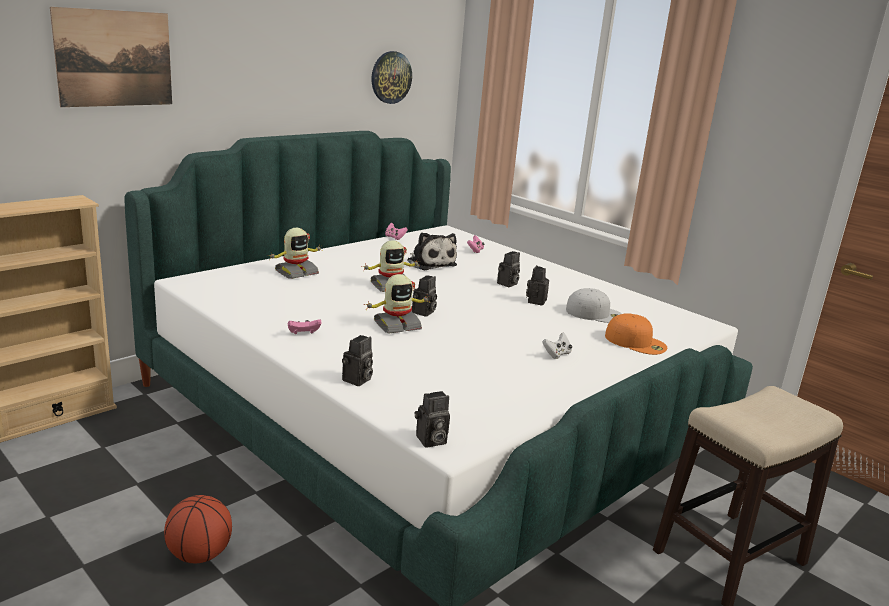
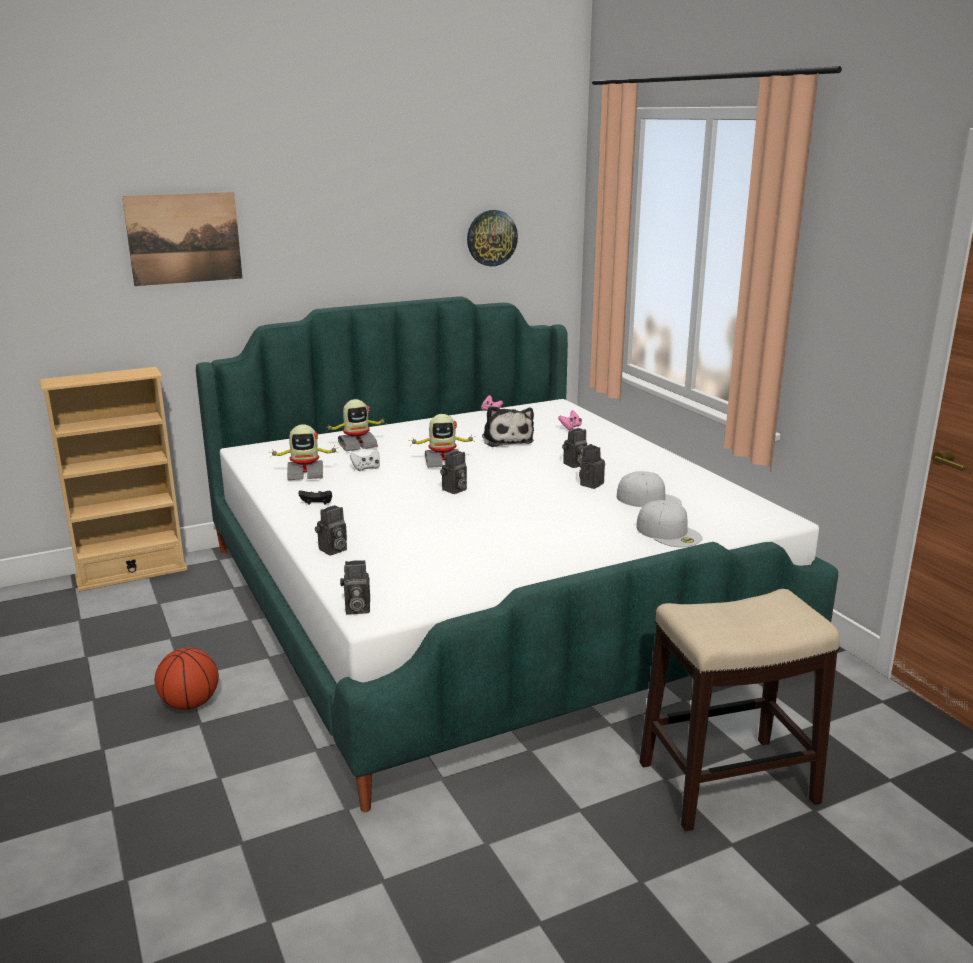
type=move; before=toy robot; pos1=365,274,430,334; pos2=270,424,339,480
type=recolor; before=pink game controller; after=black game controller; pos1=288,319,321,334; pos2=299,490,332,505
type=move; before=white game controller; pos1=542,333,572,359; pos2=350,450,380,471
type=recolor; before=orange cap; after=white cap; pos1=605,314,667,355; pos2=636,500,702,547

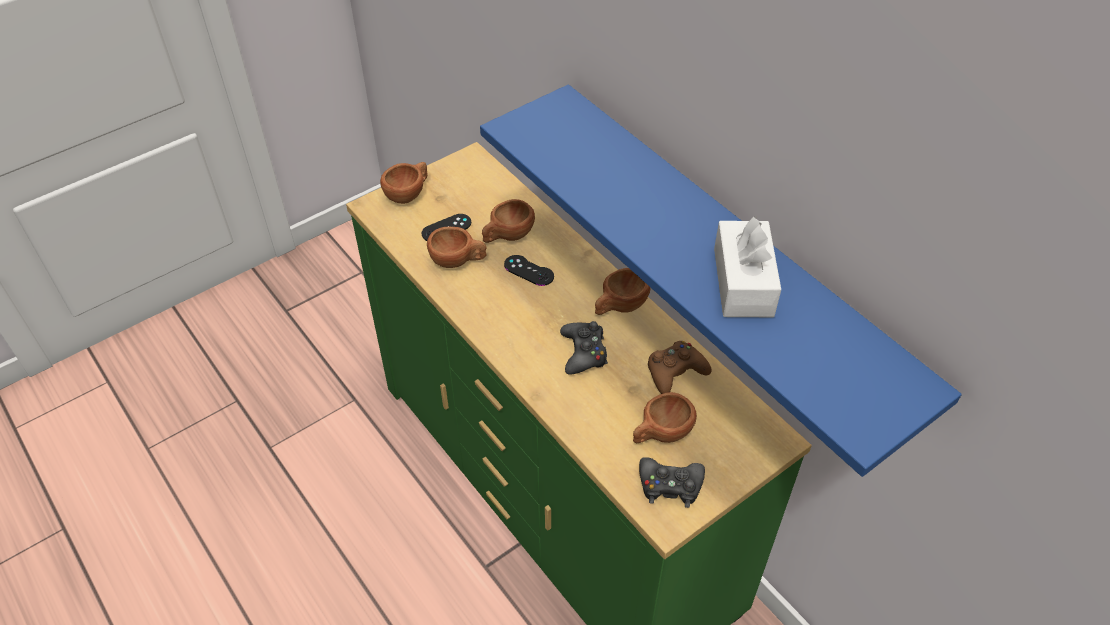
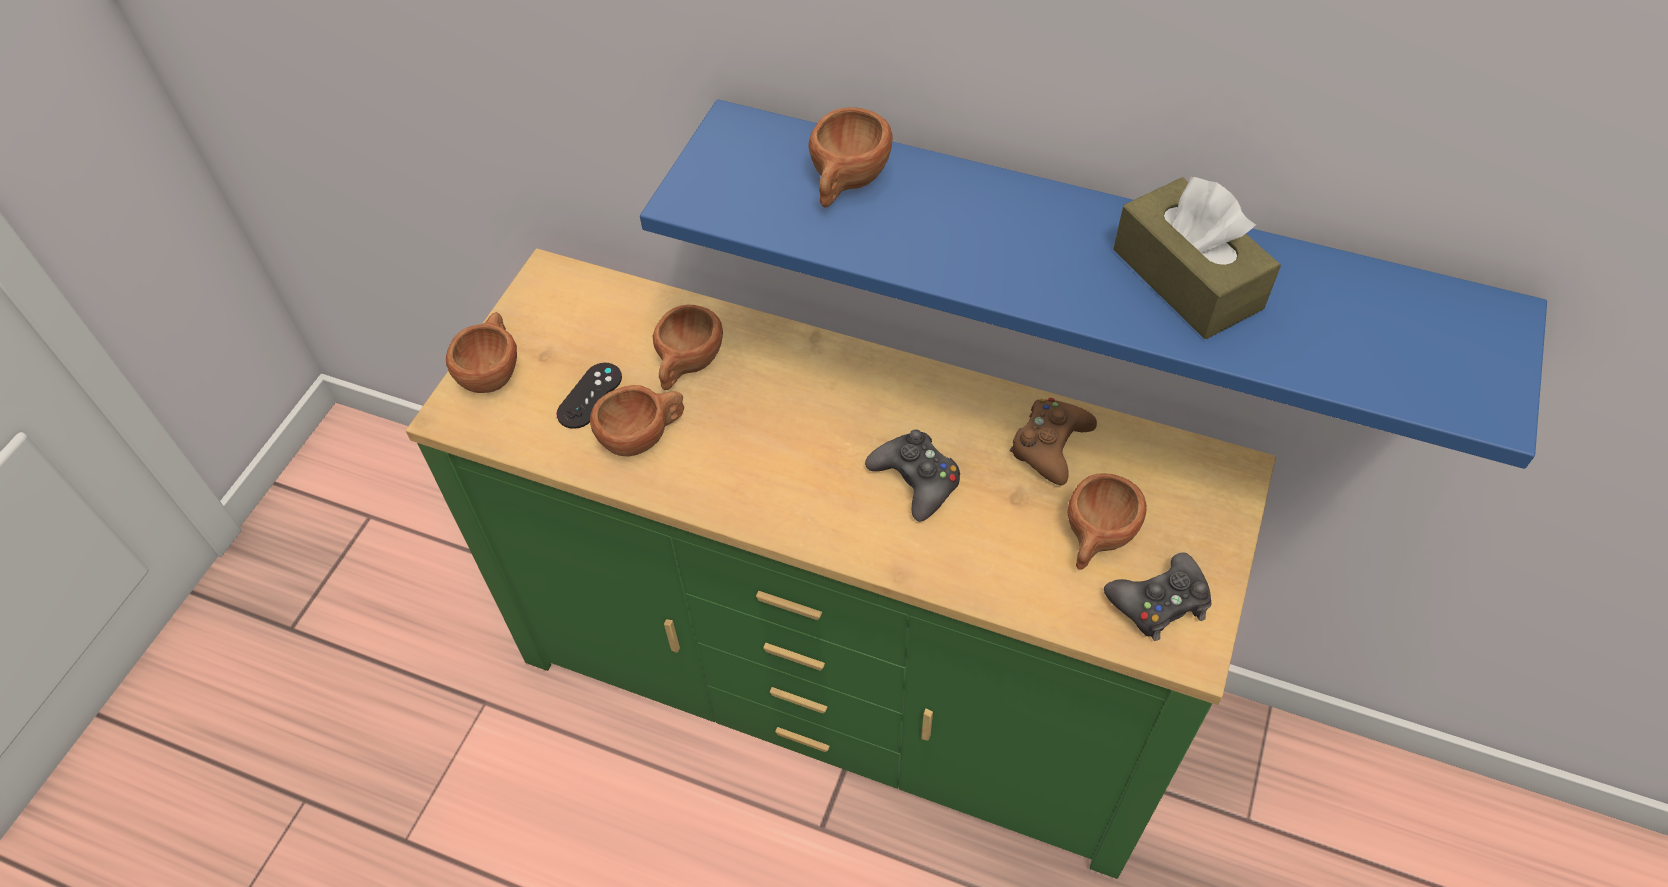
type=move; before=brown cup; pos1=595,268,651,315; pos2=808,108,892,207
type=recolor; before=white tissue box; after=brown tissue box; pos1=714,217,781,317; pos2=1113,175,1281,339
type=delete; before=black game controller; pos1=504,255,554,286

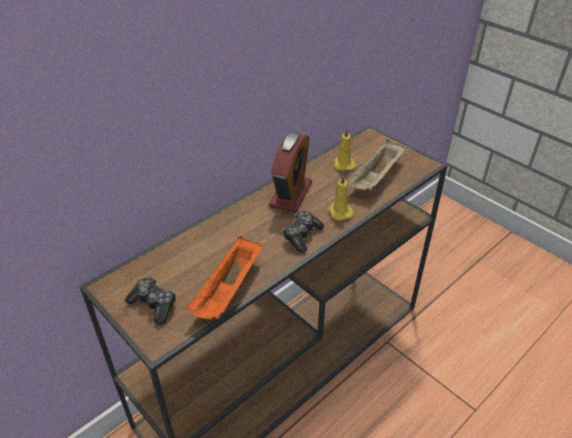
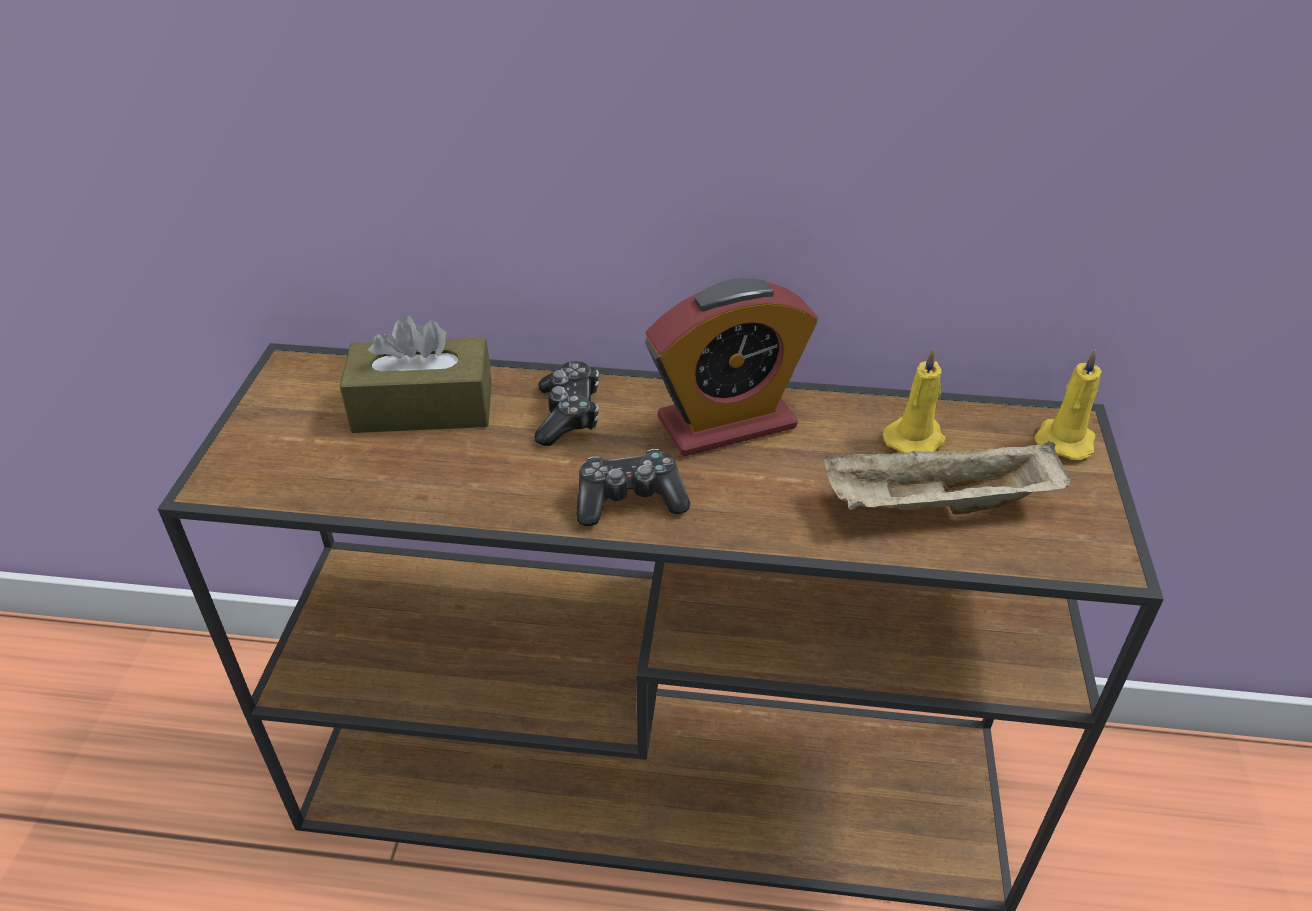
type=insert; after=brown tissue box; pos2=340,315,492,433
type=move; before=game controller; pos1=125,277,176,325; pos2=534,361,599,446
type=move; before=yellow candle; pos1=328,174,354,221; pos2=1035,349,1102,460
type=delete; before=orange tray; pos1=186,236,262,319

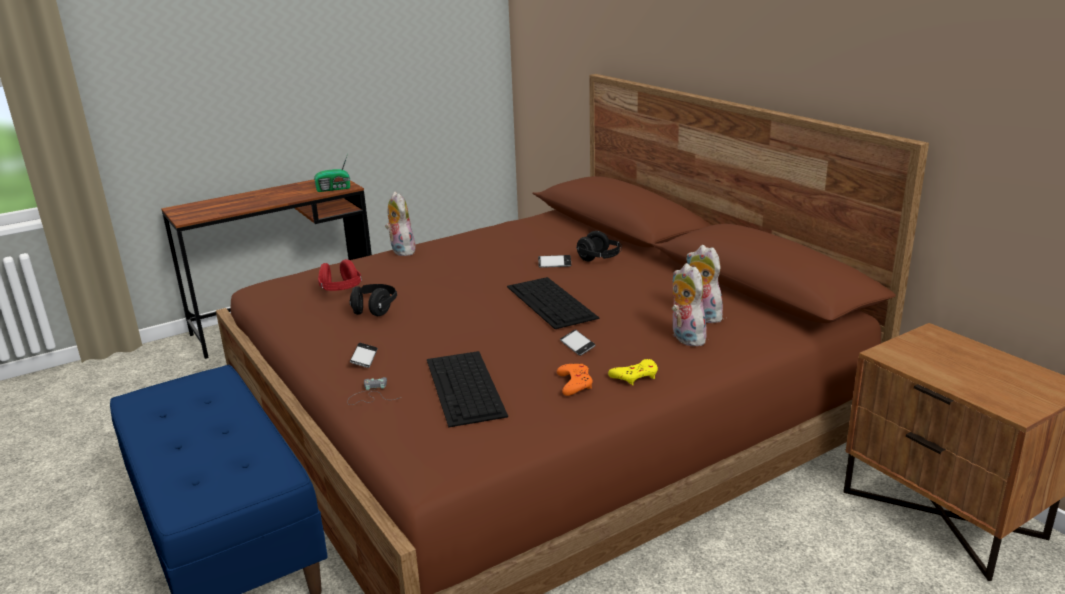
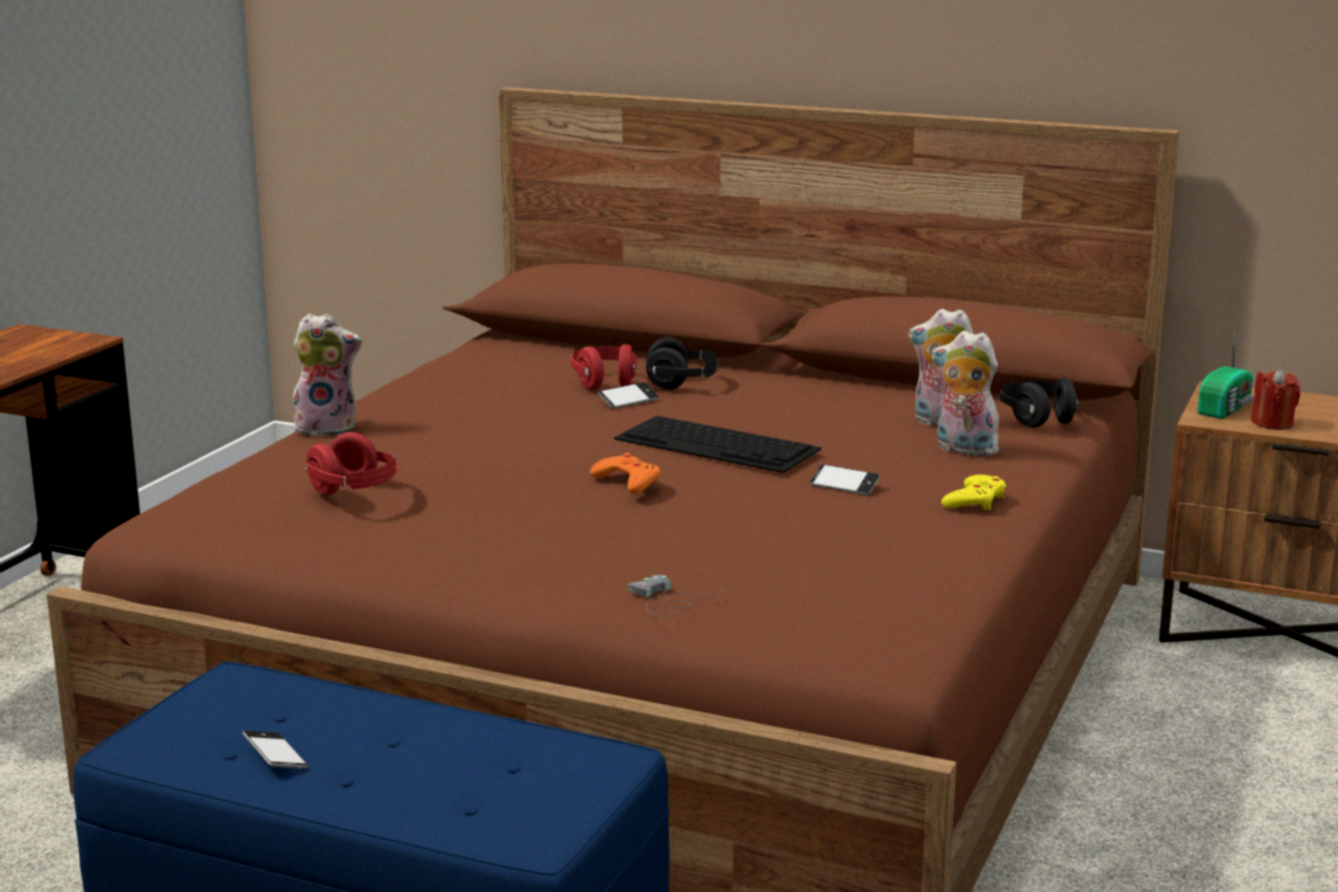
type=move; before=phone; pos1=350,343,378,368; pos2=242,730,308,769
type=rotate; before=plush toy; pos1=385,191,416,256; pos2=293,314,362,436; turn=150
type=insert; after=red headphones; pos2=570,344,637,390
type=move; before=orange game controller; pos1=557,364,593,396; pos2=590,453,661,494
type=move; before=black headphones; pos1=349,284,397,316; pos2=999,378,1079,428
type=move; before=radio; pos1=314,154,350,192; pos2=1198,330,1254,419
type=insert; after=red candle; pos2=1251,368,1300,430
type=delete; before=keyboard; pos1=427,351,508,428

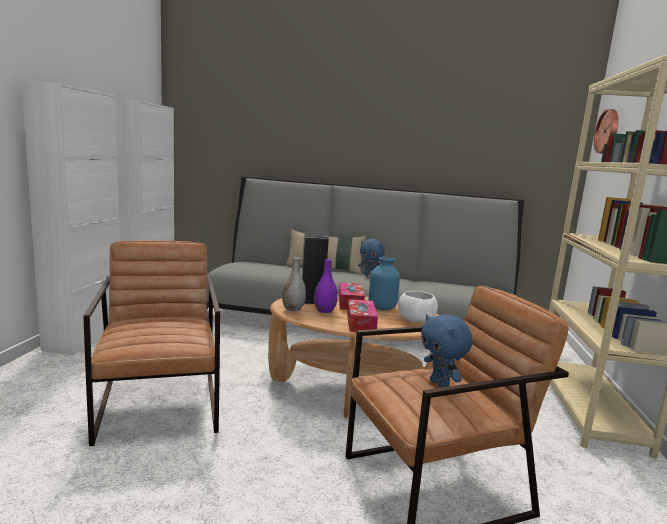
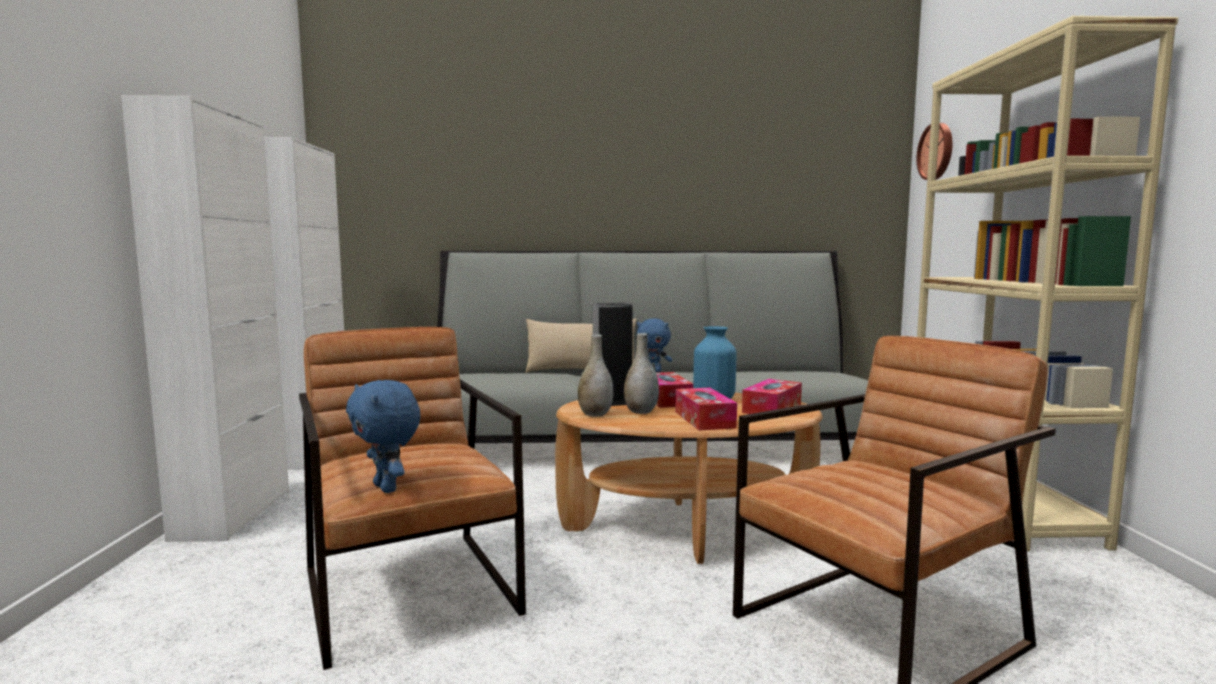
type=move; before=blue plush toy; pos1=421,314,473,388; pos2=346,380,420,493
type=recolor; before=purple vase; after=grey vase; pos1=314,259,338,313; pos2=624,333,659,414
type=replace; before=white bowl; after=tissue box; pos1=398,291,438,322; pos2=742,379,802,414

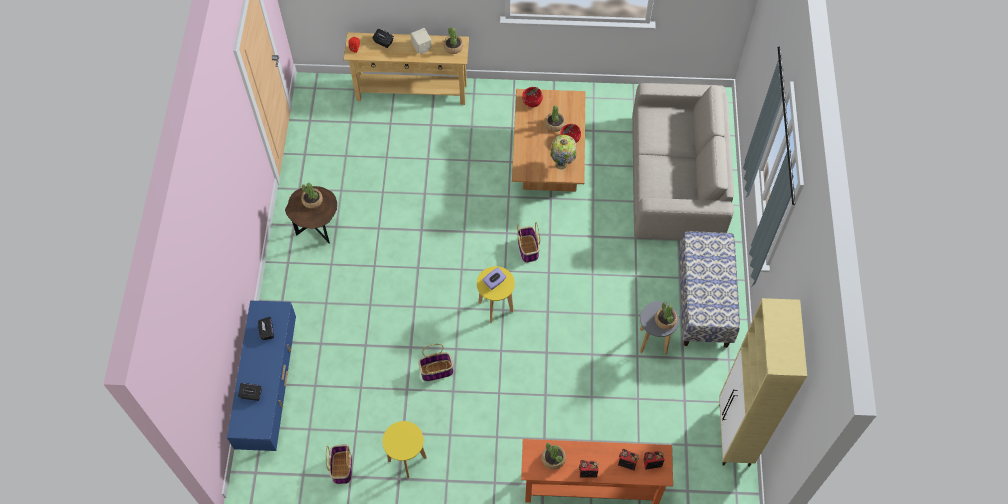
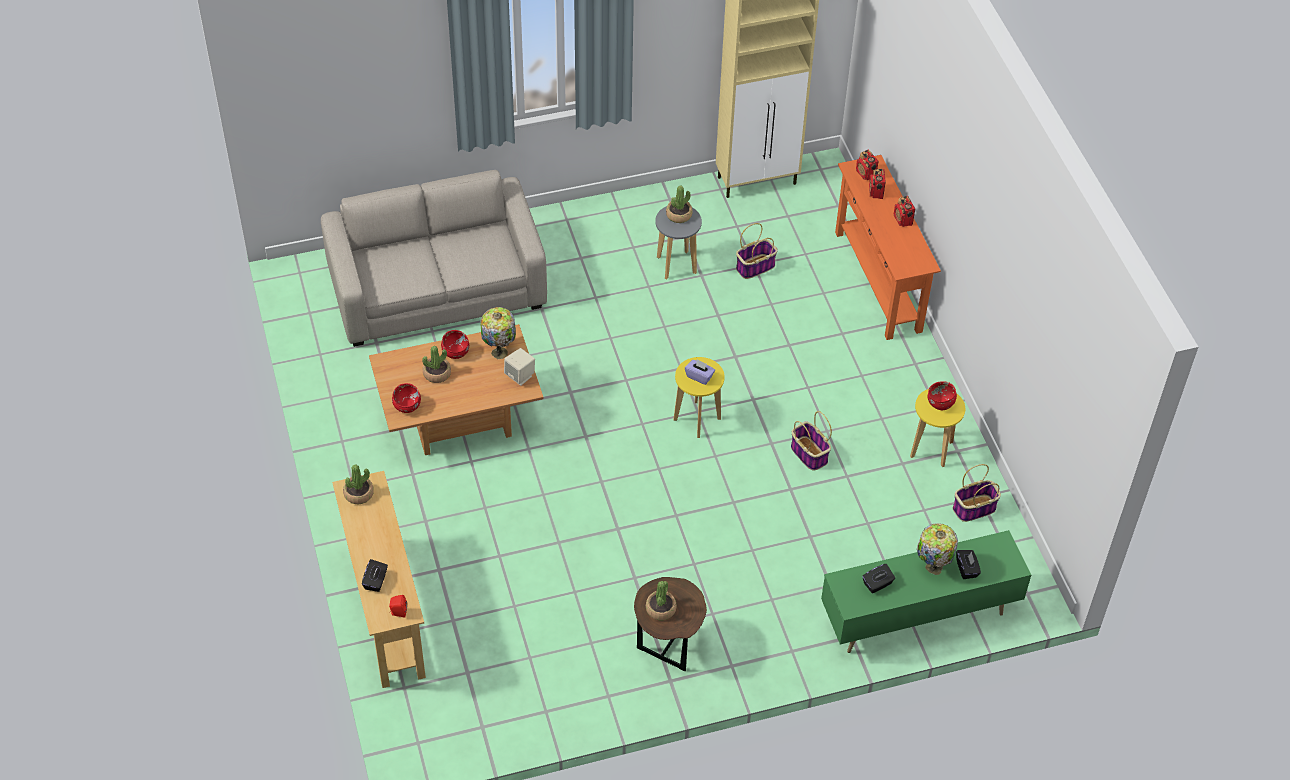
type=move; before=beige speaker; pos1=411,28,431,54; pos2=504,348,535,386
type=move; before=basket; pos1=517,222,540,263; pos2=736,223,778,279
type=recolor; before=blue tv stand; after=green tv stand; pos1=227,301,296,451; pos2=821,530,1031,653
type=insert; after=table lamp; pos2=917,523,958,575
type=insert; after=red bowl; pos2=928,381,957,410
type=delete; before=potted plant; pos1=542,443,566,470
type=delete; before=bench; pos1=679,232,740,348

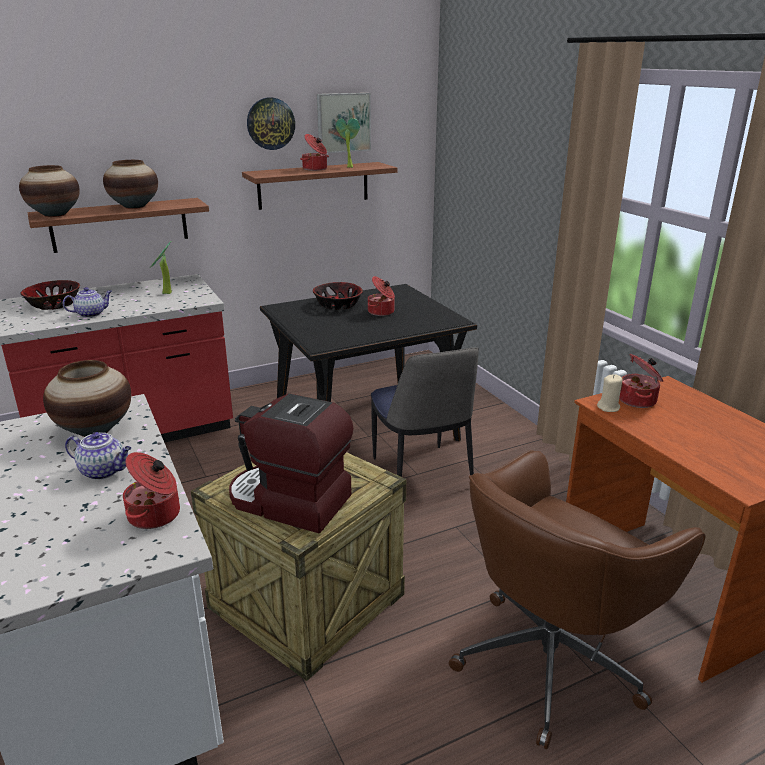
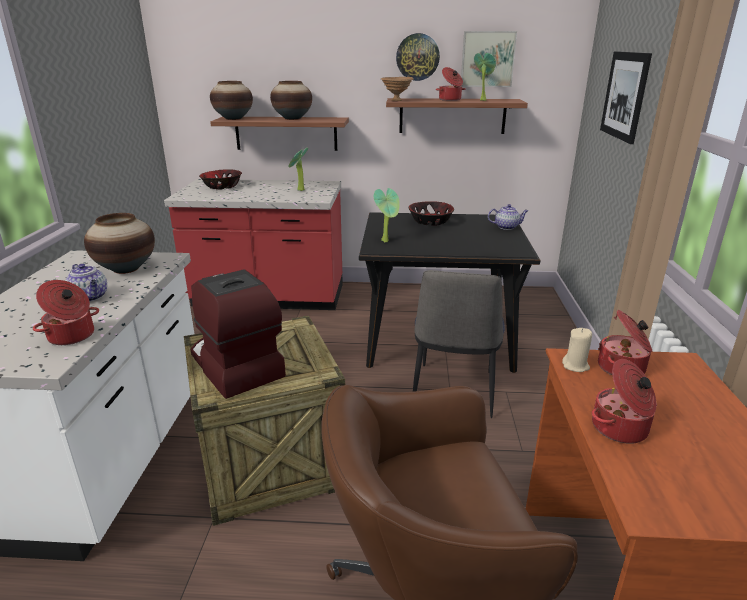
type=insert; after=potted plant; pos2=374,188,400,242
type=insert; after=brown bowl; pos2=381,77,414,101
type=move; before=teapot; pos1=63,287,112,318; pos2=488,204,528,230
type=move; before=cooking pot; pos1=368,276,395,316; pos2=592,359,657,444
type=insert; after=picture; pos2=600,51,652,144

